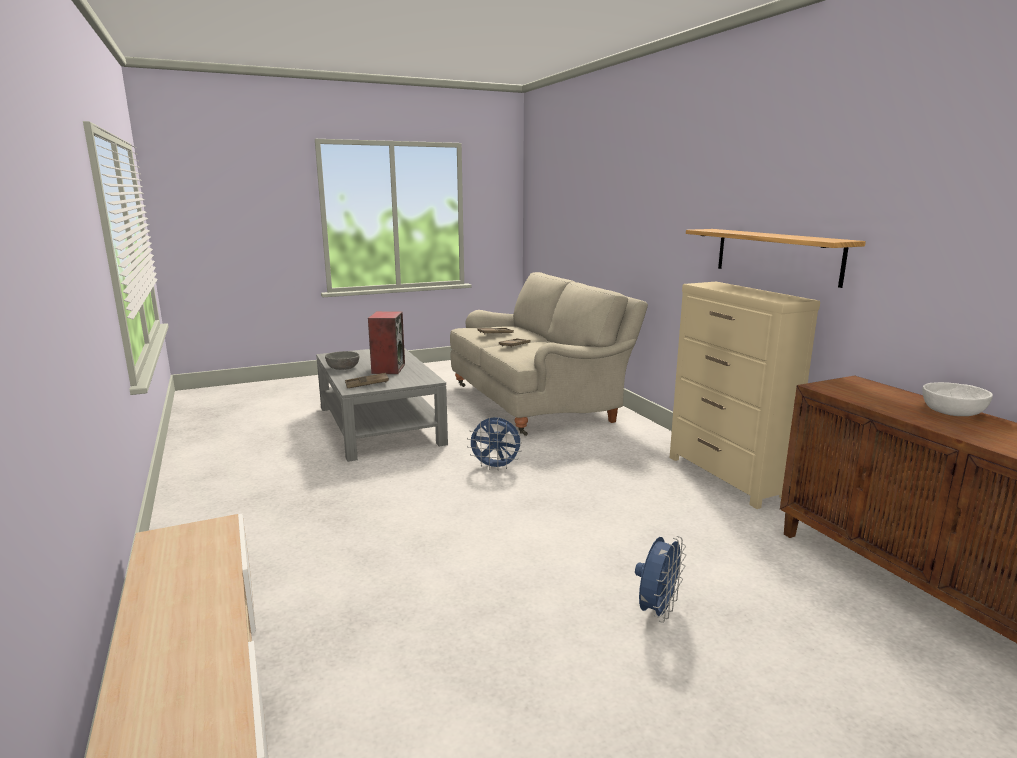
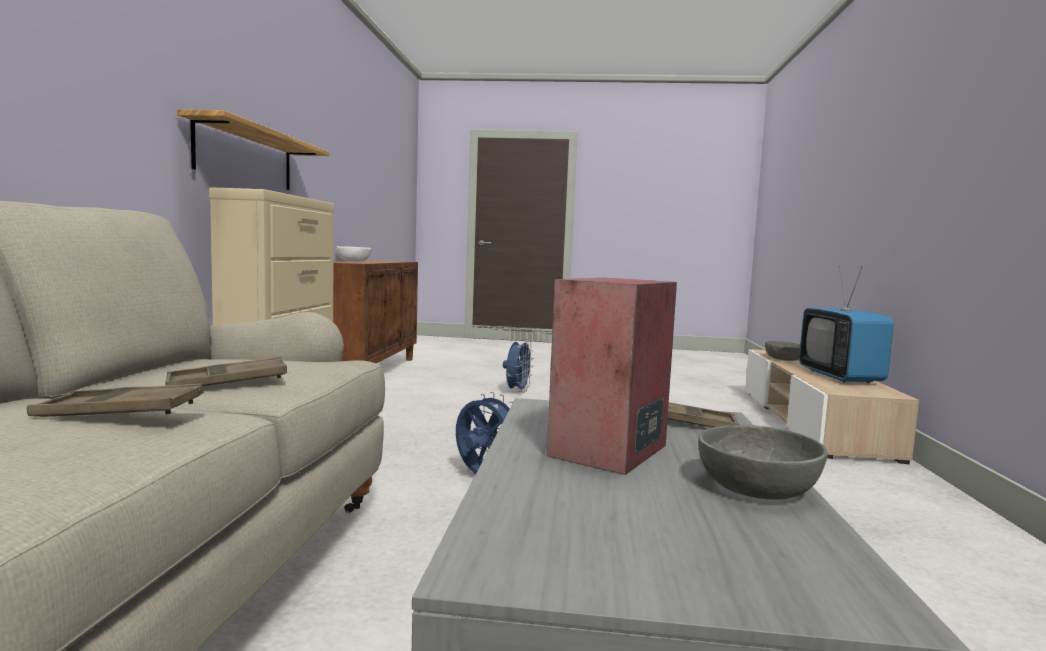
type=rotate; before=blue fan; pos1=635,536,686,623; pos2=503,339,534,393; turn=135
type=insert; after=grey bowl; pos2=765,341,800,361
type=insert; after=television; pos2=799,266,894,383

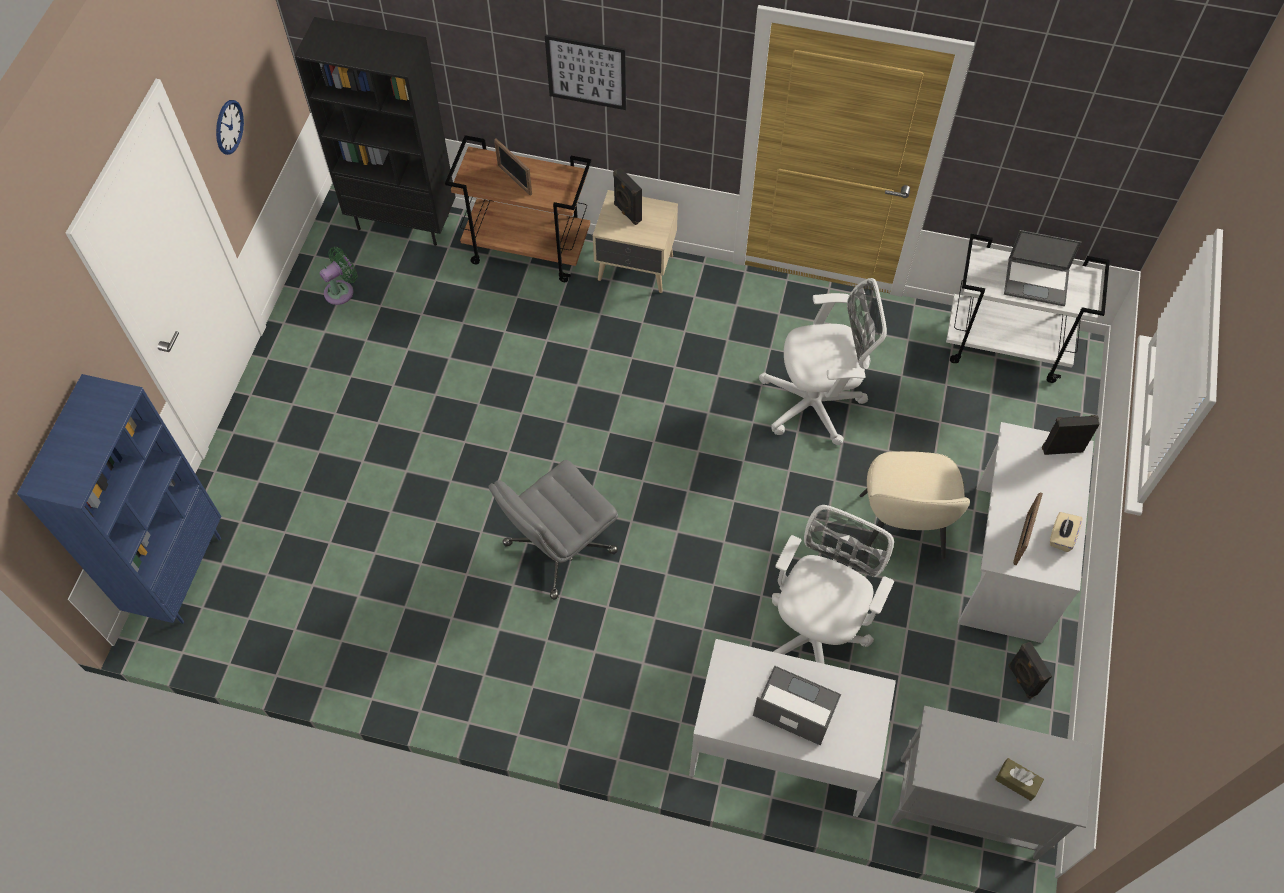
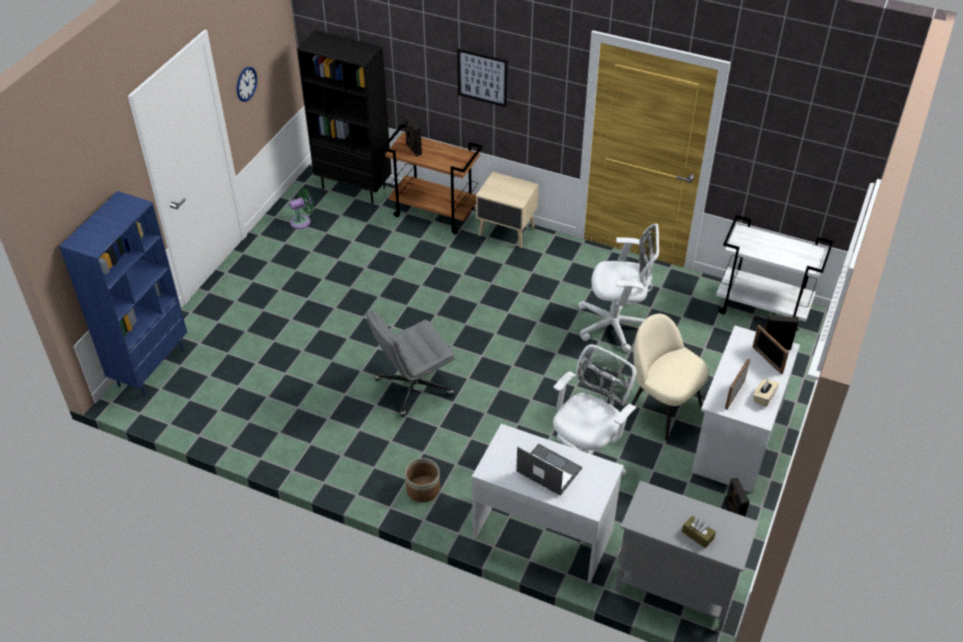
type=move; before=black speaker; pos1=613,168,642,225; pos2=404,115,422,157
type=insert; after=planter; pos2=405,458,440,502
type=rotate; before=beige chair; pos1=859,451,970,559; pos2=632,314,709,441; turn=120
type=move; before=picture frame; pos1=494,138,532,196; pos2=752,325,789,375
type=delete; before=laptop; pos1=1004,230,1081,306

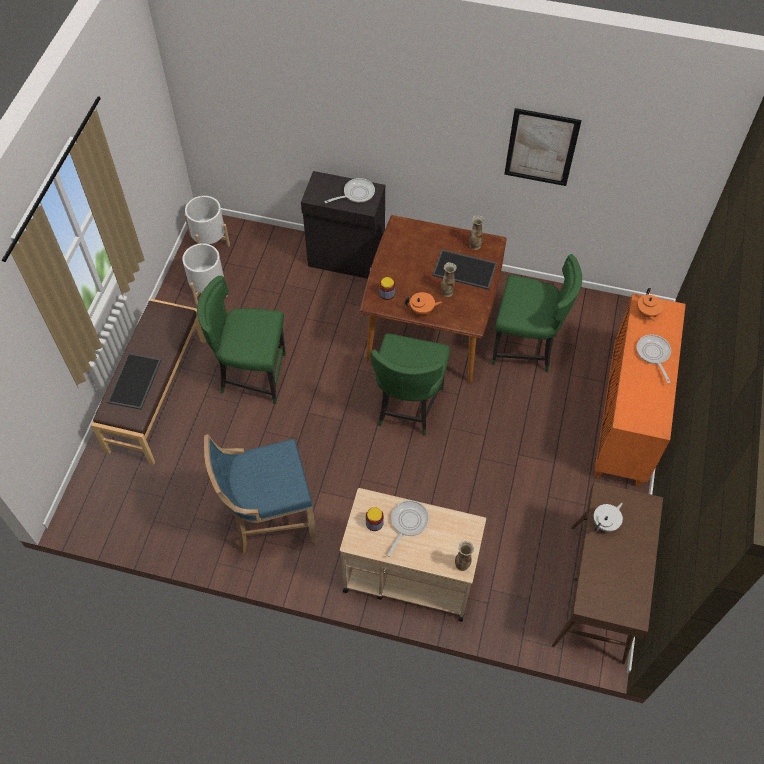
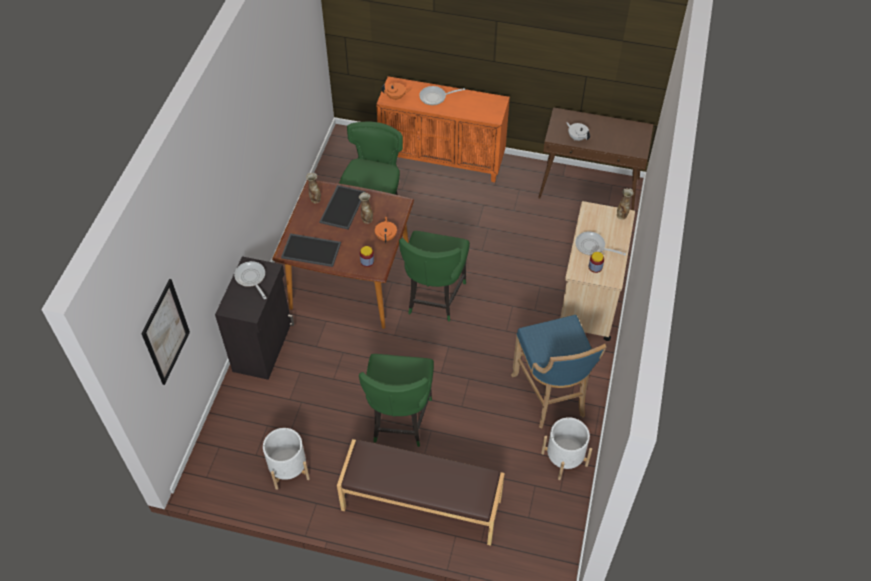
type=move; before=picture; pos1=504,108,582,186; pos2=141,279,190,385
type=move; before=tray; pos1=107,353,161,410; pos2=281,233,341,267
type=rotate; before=green chair; pos1=371,334,450,435; pos2=399,231,470,322; turn=90
type=move; before=white planter; pos1=185,196,230,247; pos2=541,417,592,480

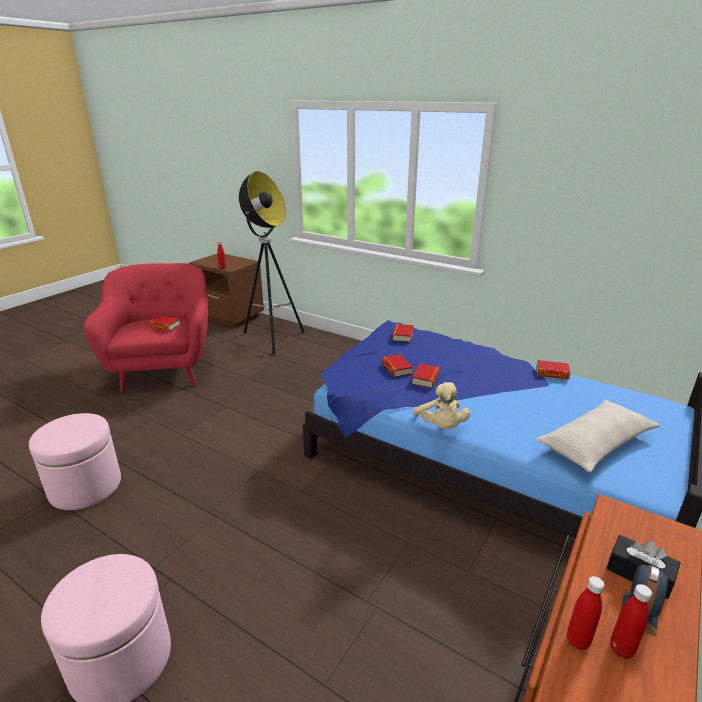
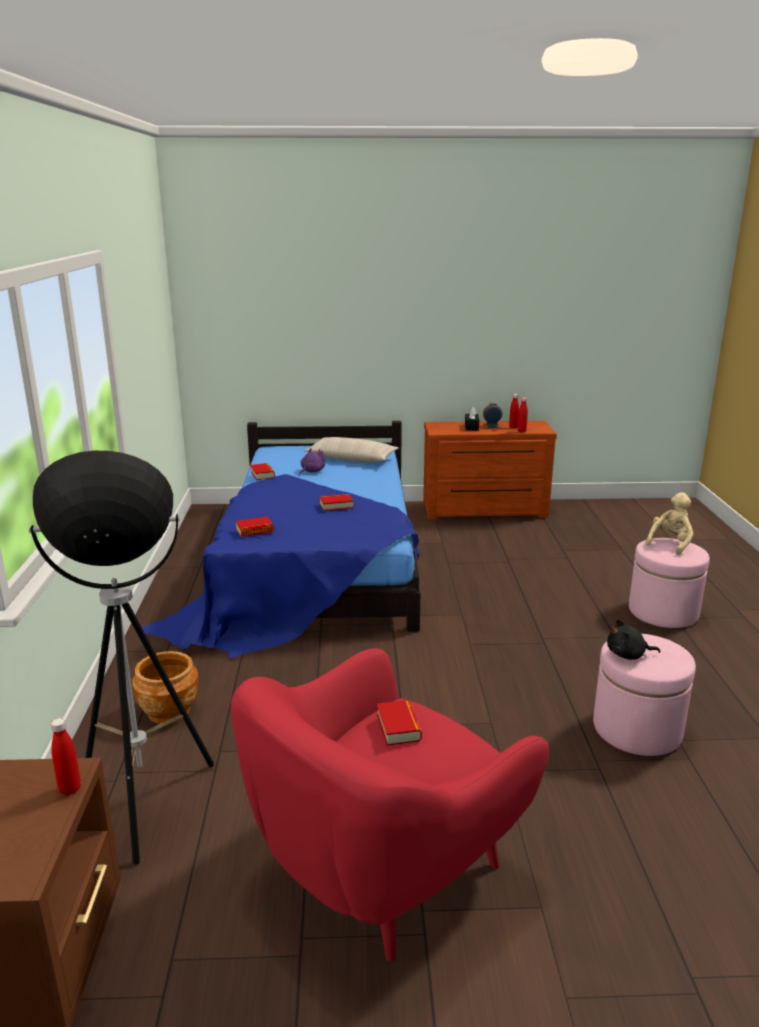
type=insert; after=brown planter; pos2=132,651,198,724
type=insert; after=purple plush toy; pos2=299,448,325,475
type=insert; after=black plush toy; pos2=607,619,660,660
type=move; before=beige plush toy; pos1=413,382,470,429; pos2=646,492,693,555
type=delete; before=book; pos1=382,354,413,377

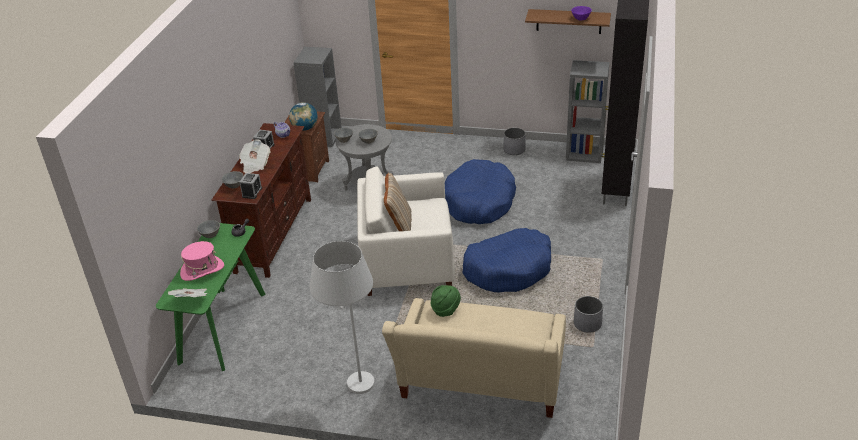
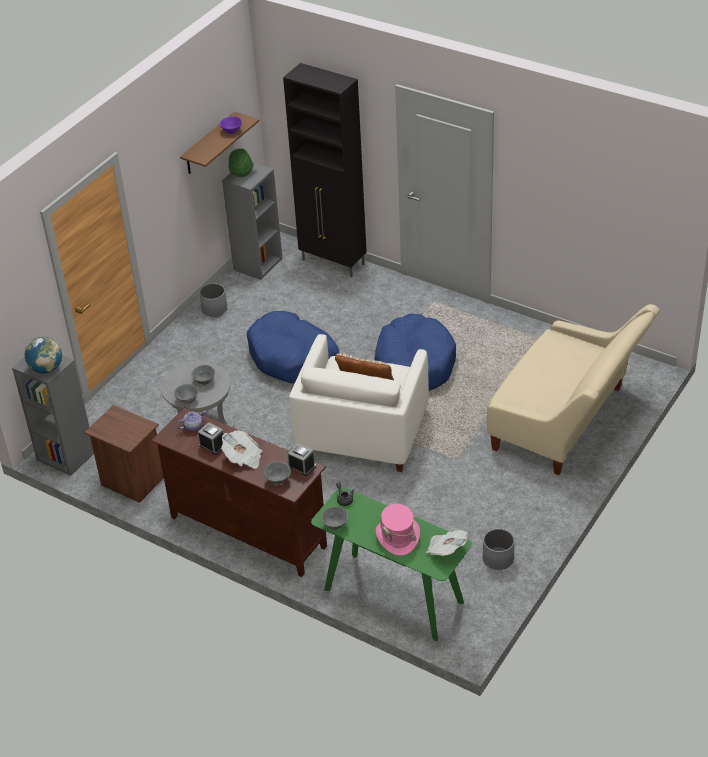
type=move; before=globe; pos1=289,102,318,131; pos2=25,337,62,373
type=move; before=green hat; pos1=431,285,461,317; pos2=229,148,253,177
type=move; before=grey planter; pos1=574,296,603,333; pos2=483,529,514,570
type=delete; before=white floor lamp; pos1=310,241,375,394

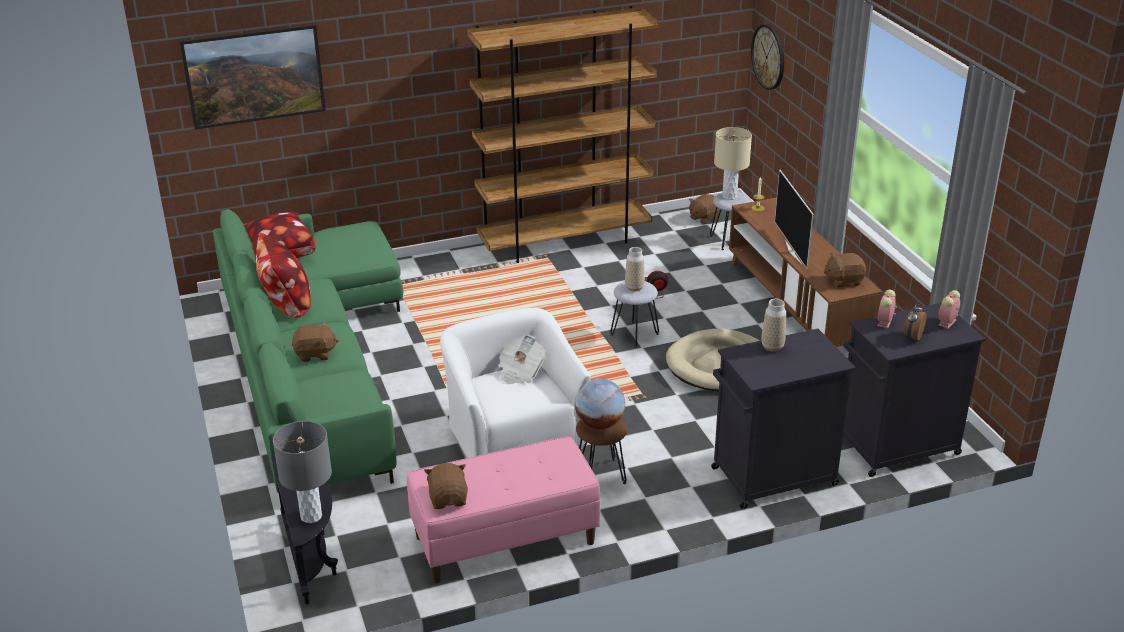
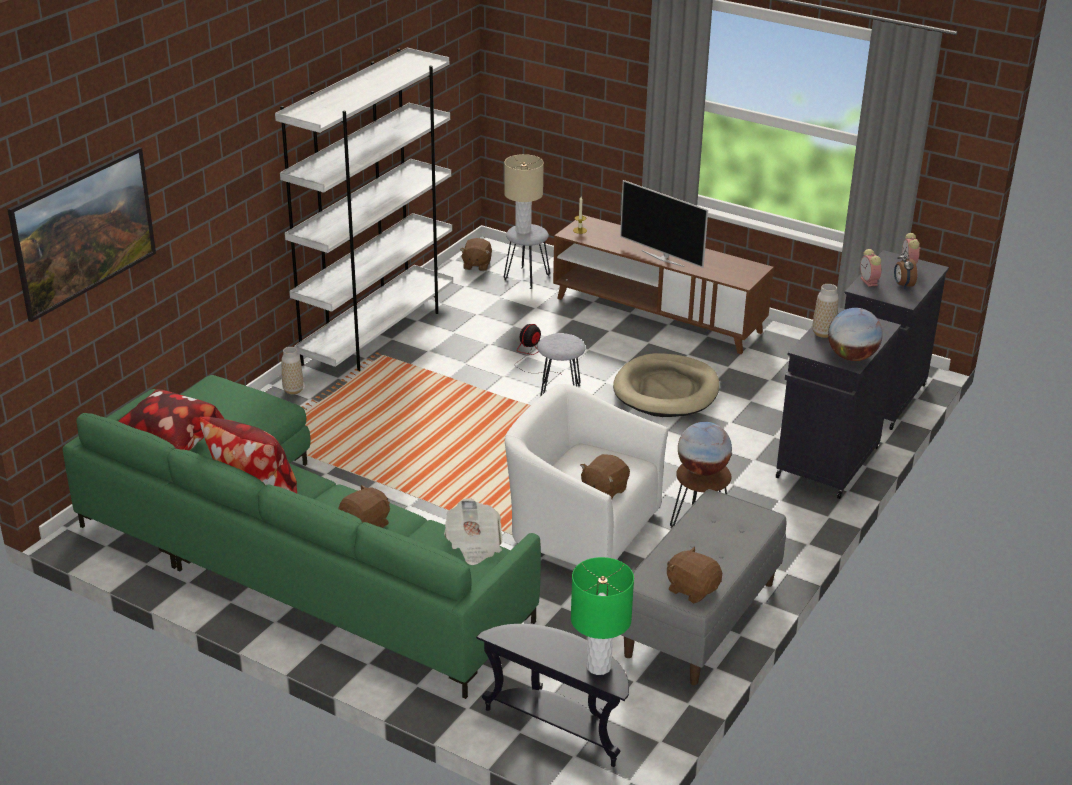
type=recolor; before=brown bookcase; after=white bookcase; pos1=467,6,659,263; pos2=275,48,453,371
type=move; before=vase; pos1=625,247,645,291; pos2=282,347,304,394
type=move; before=newspaper; pos1=498,335,546,384; pos2=444,498,502,565
type=recolor; before=grey table lamp; after=green table lamp; pos1=273,421,332,523; pos2=571,557,634,675
type=move; before=brown plush toy; pos1=824,253,866,288; pos2=580,454,630,499
type=recolor; before=pink bench; after=grey bench; pos1=407,436,601,583; pos2=621,489,786,685
type=insert; after=globe; pos2=828,308,883,361
type=delete; before=wall clock; pos1=751,24,784,90

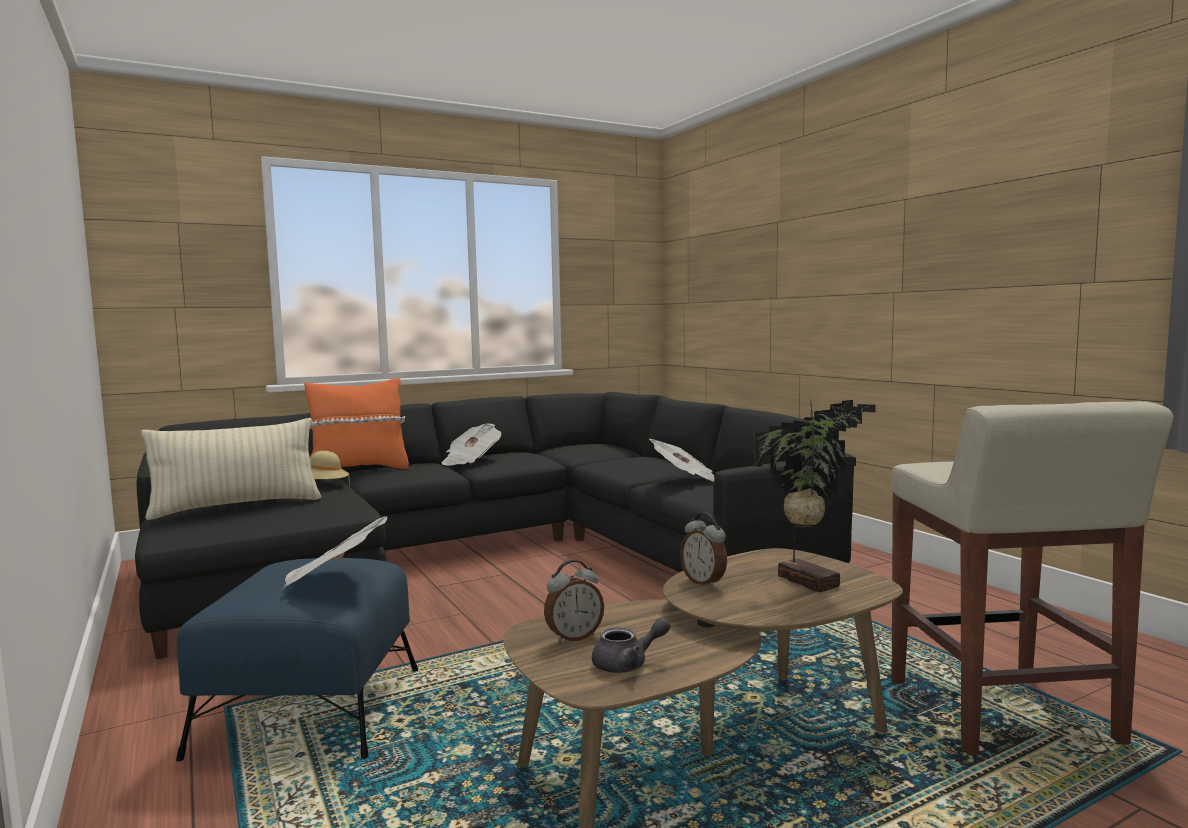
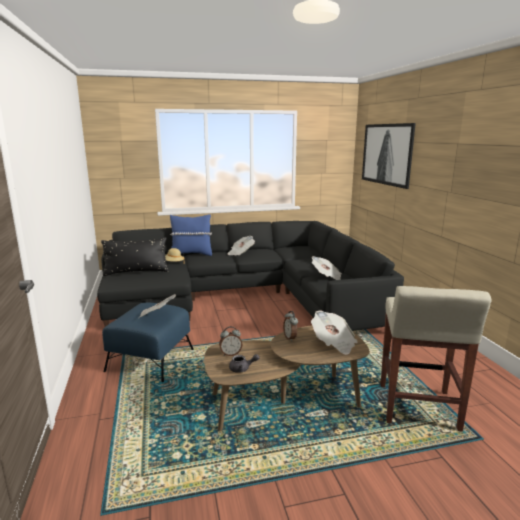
type=recolor; before=beige pillow; after=black pillow; pos1=141,418,322,520; pos2=101,237,169,276
type=recolor; before=orange pillow; after=blue pillow; pos1=304,378,409,469; pos2=170,214,212,256
type=replace; before=potted plant; after=newspaper; pos1=755,400,876,592; pos2=311,310,358,355
type=insert; after=picture; pos2=362,123,416,189

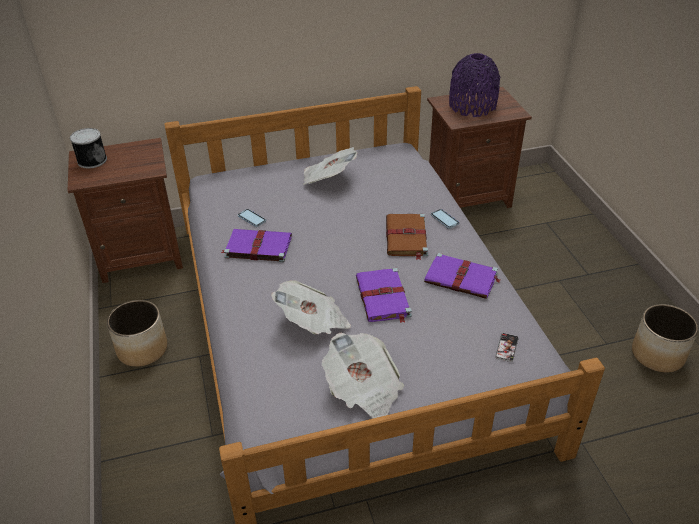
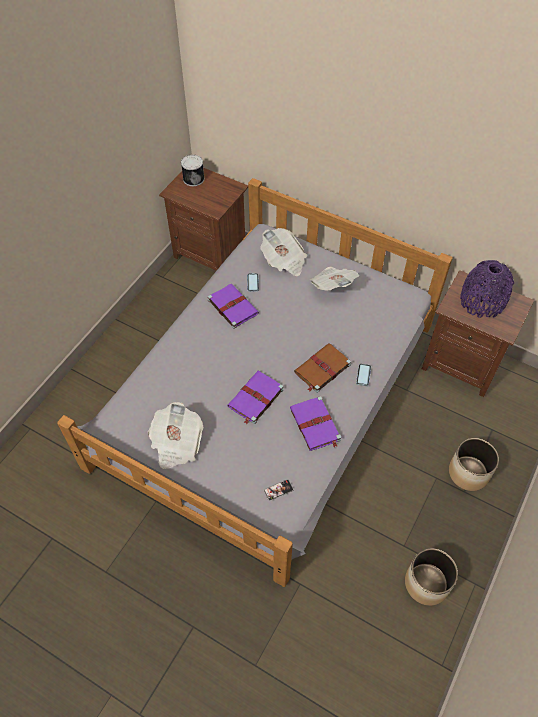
type=move; before=newspaper; pos1=271,280,351,335; pos2=260,228,307,276
type=move; before=planter; pos1=107,300,167,367; pos2=449,438,499,491

